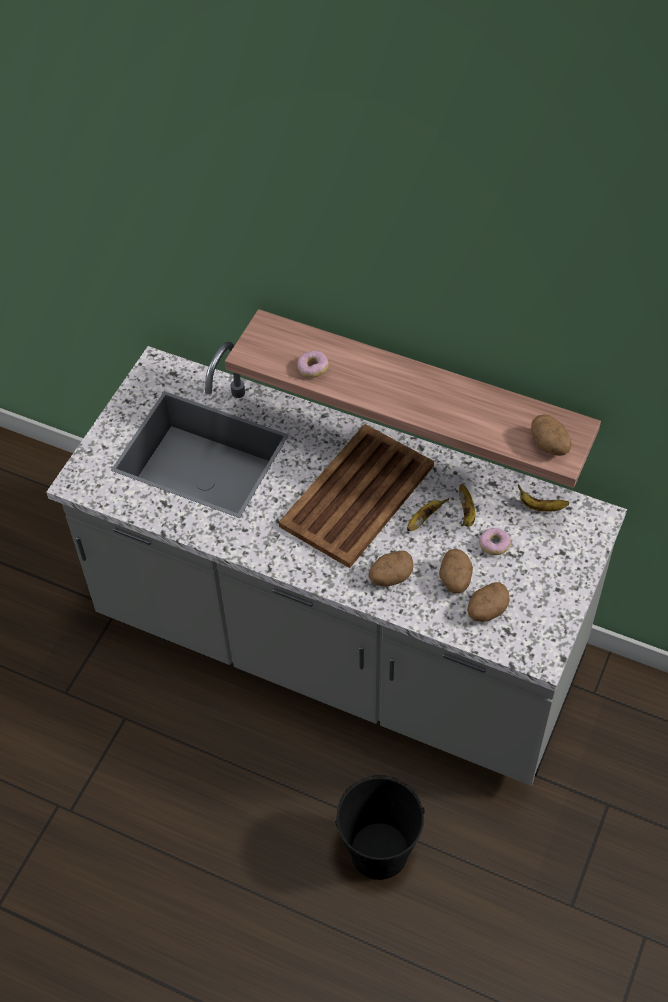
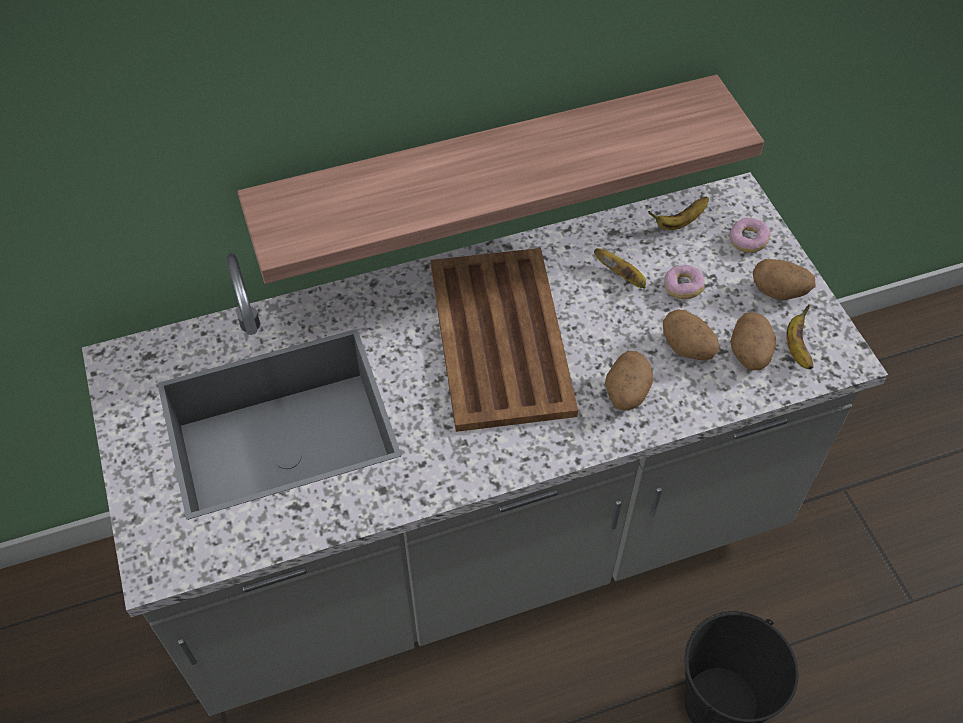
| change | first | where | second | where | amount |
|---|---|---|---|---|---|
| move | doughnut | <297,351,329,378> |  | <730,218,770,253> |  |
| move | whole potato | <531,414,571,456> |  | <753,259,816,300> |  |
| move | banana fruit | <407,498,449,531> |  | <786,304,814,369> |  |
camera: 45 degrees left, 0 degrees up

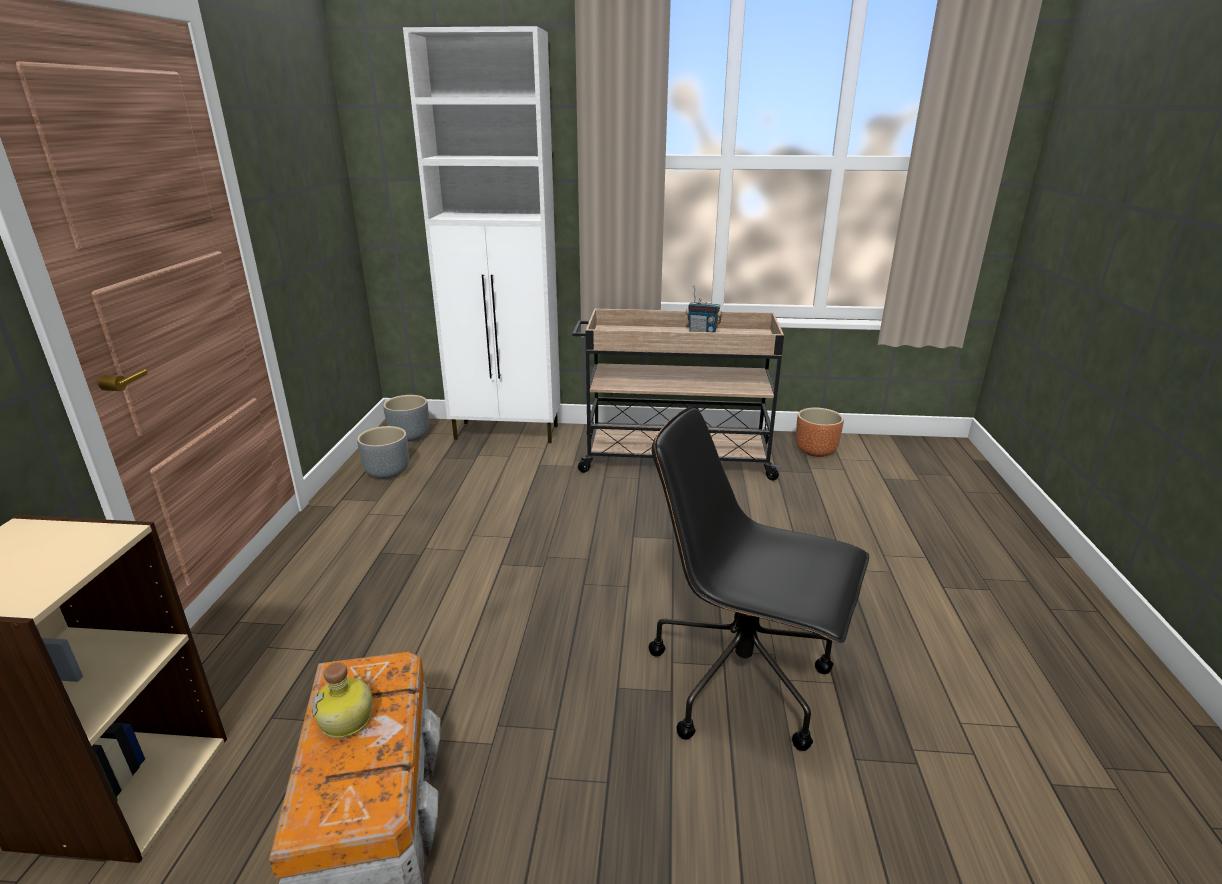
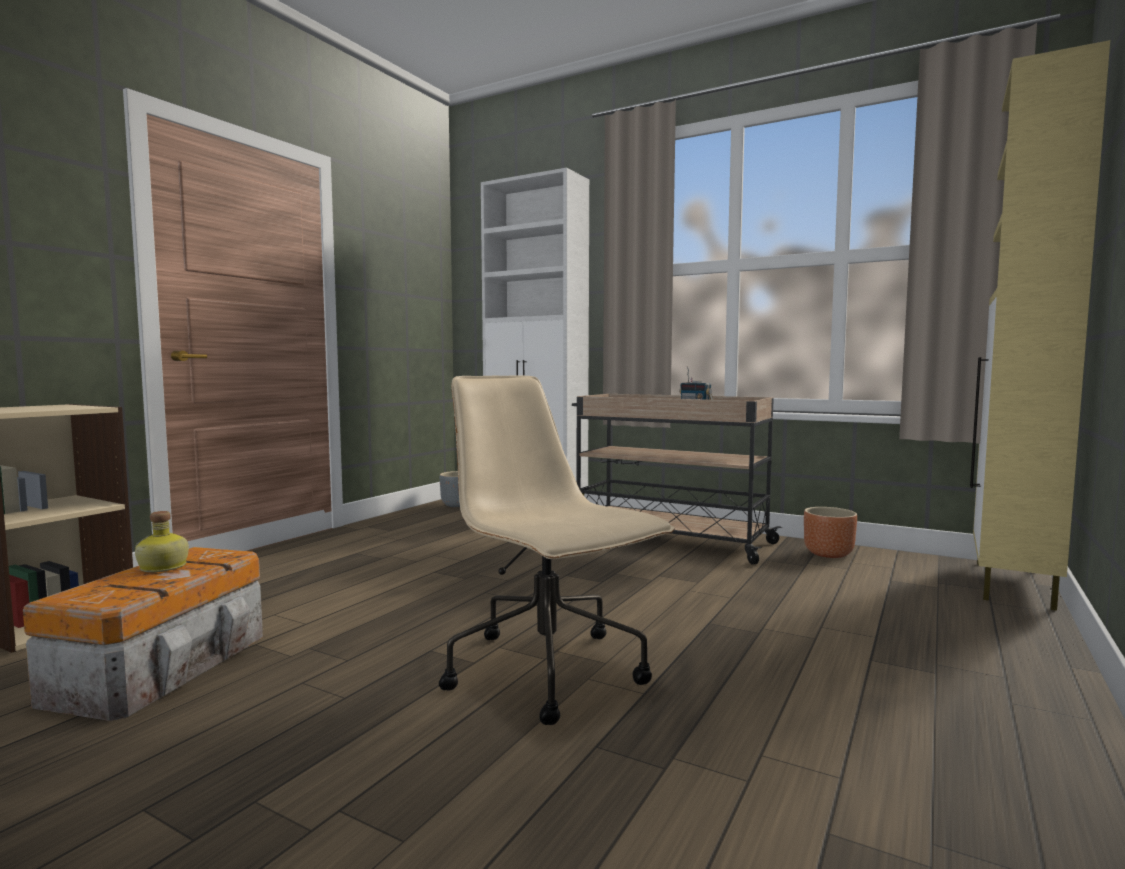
| change | first | where | second | where | amount |
|---|---|---|---|---|---|
| recolor | desk chair/blackish | <649,406,869,751> | desk chair/sand-coloured | <439,376,675,725> |  |
| delete | planter/greyish | <357,426,409,479> |  |  |  |
| insert |  |  | cabinet/sand-coloured | <970,40,1110,611> |  |
camera: 25 degrees right, 20 degrees down

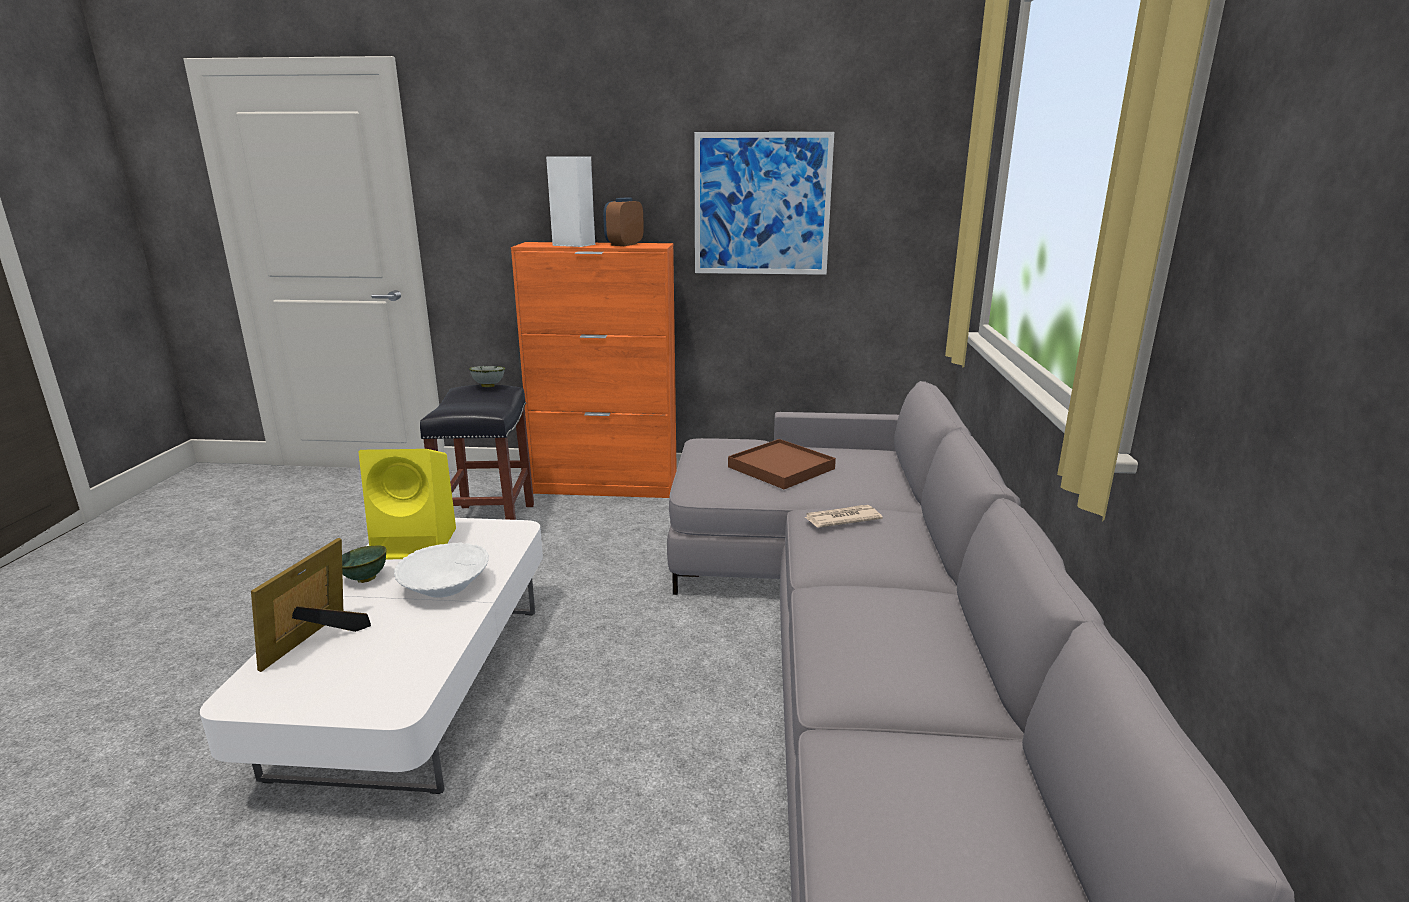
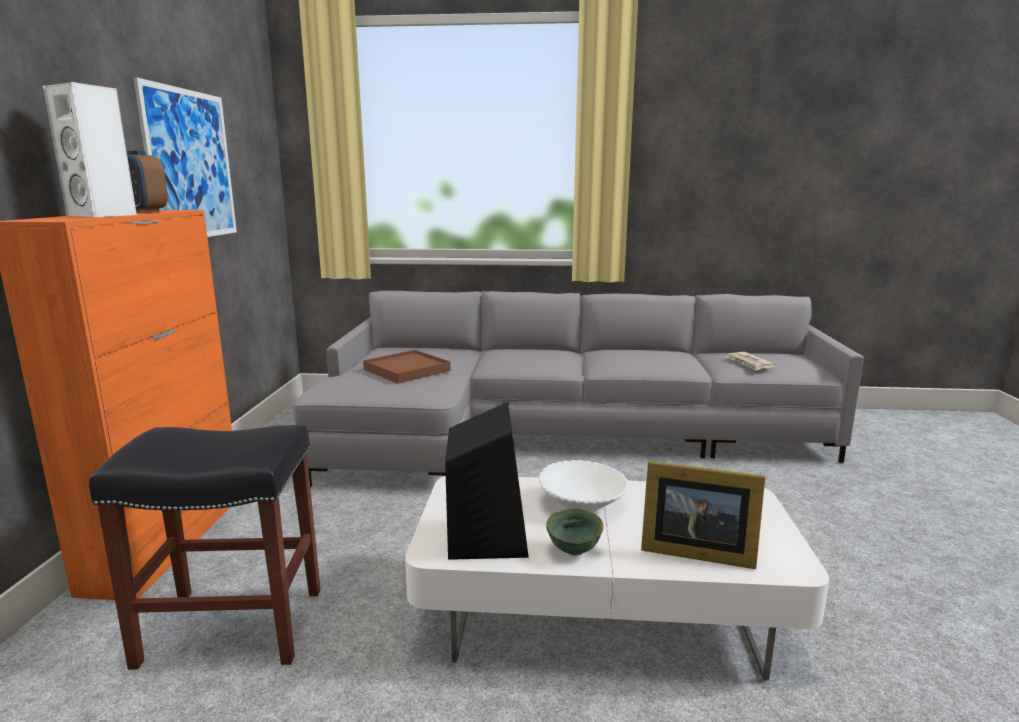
| change | first | where | second | where | amount |
|---|---|---|---|---|---|
| delete | bowl/greyish | <469,366,505,387> |  |  |  |
| recolor | loudspeaker/yellow | <359,449,456,560> | loudspeaker/blackish | <445,402,529,560> |  |
| move | newspaper | <804,505,883,528> |  | <725,352,776,371> |  |
camera: 90 degrees left, 5 degrees down

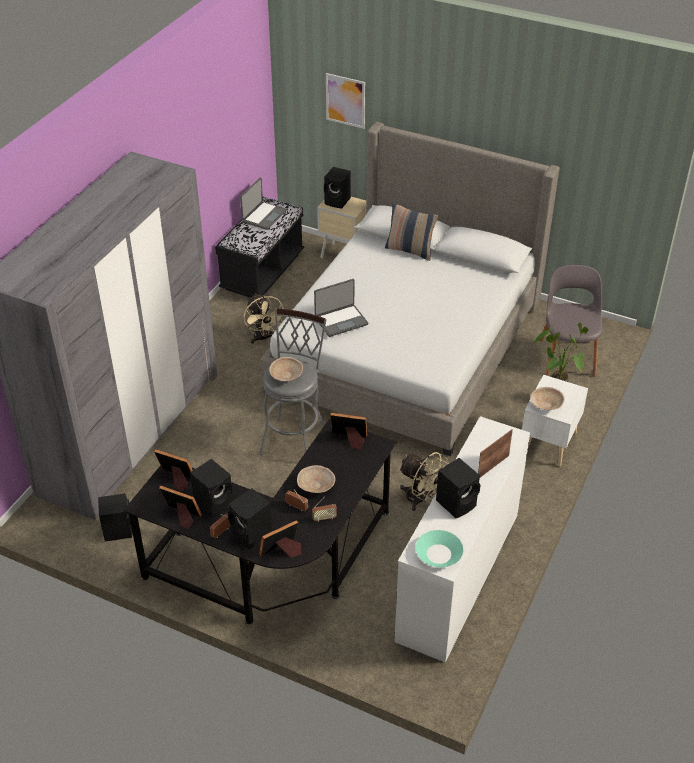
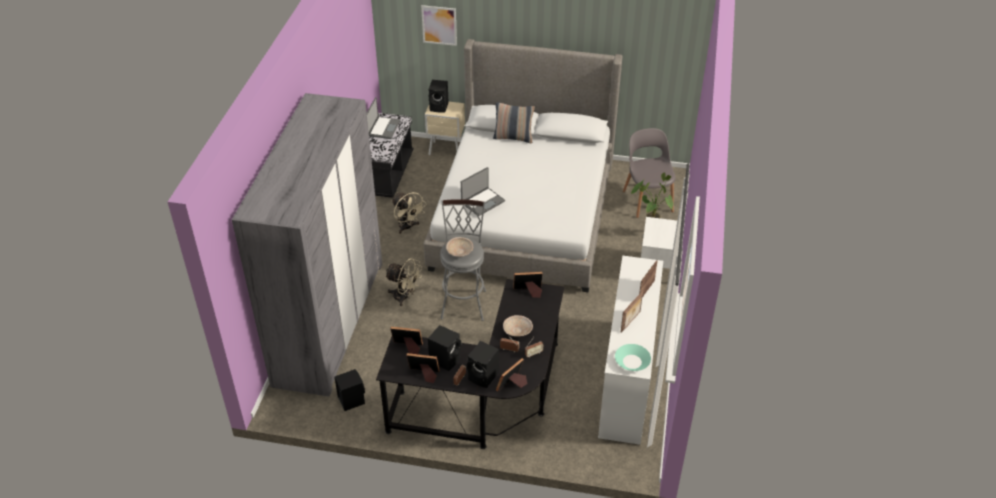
| change | first | where | second | where | amount |
|---|---|---|---|---|---|
| delete | bowl/sand-coloured | <530,387,565,410> |  |  |  |
| move | cooling fan/sand-coloured | <399,452,448,511> |  | <385,258,422,306> |  |
| replace | loudspeaker/blackish | <436,458,481,518> | picture frame | <620,291,643,333> |  |
camera: 15 degrees left, 0 degrees up

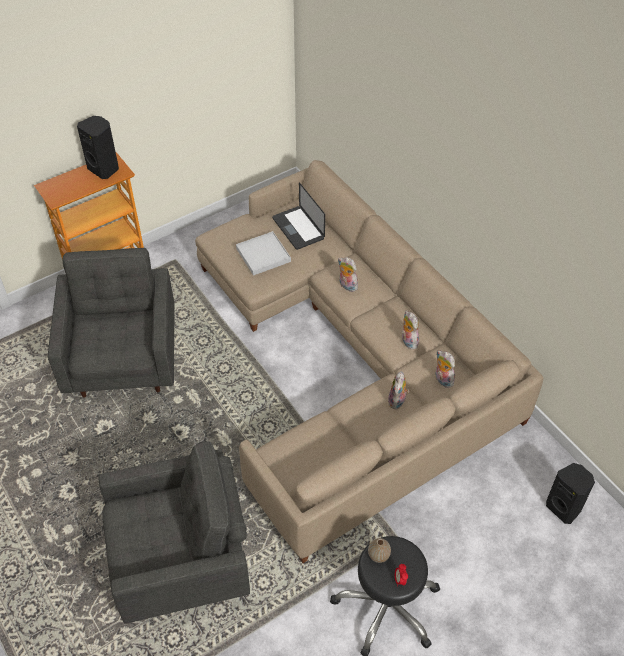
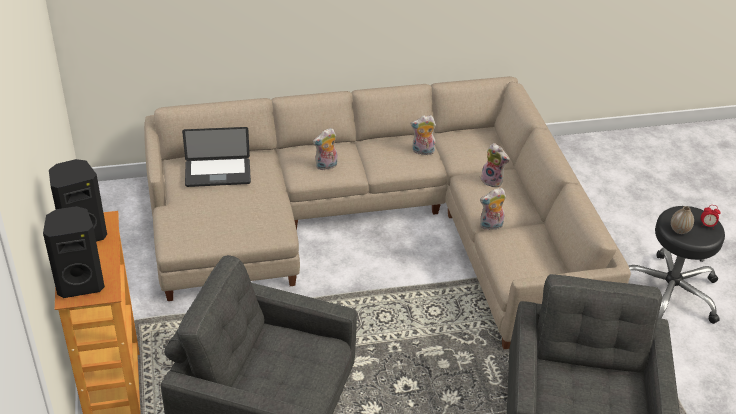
| change | first | where | second | where | amount |
|---|---|---|---|---|---|
| delete | carrying tray/whitish | <236,231,291,276> |  |  |  |
| move | cuddly toy | <435,350,455,388> |  | <480,188,506,230> |  |
| move | loudspeaker/blackish | <546,463,595,524> |  | <43,206,105,298> |  |
camera: 70 degrees left, 10 degrees down

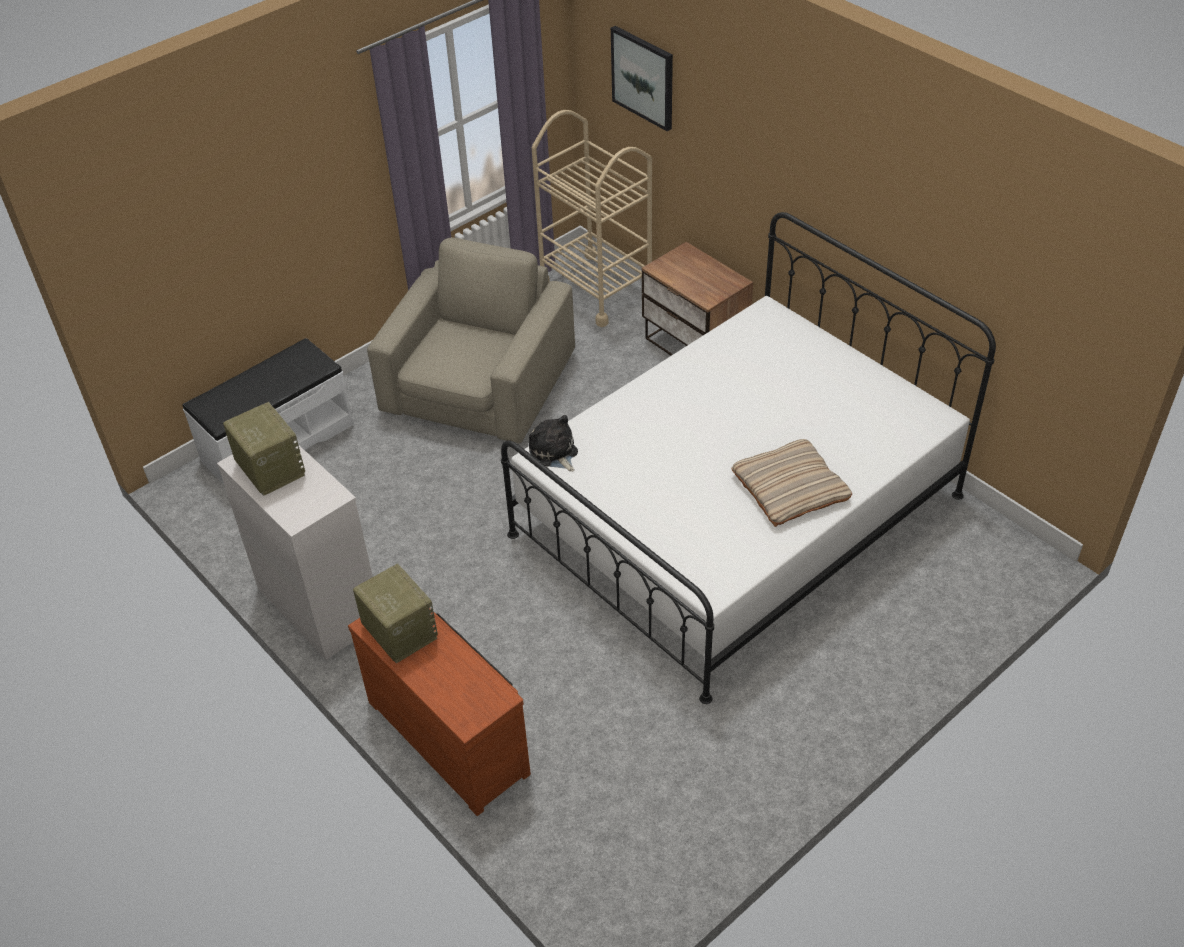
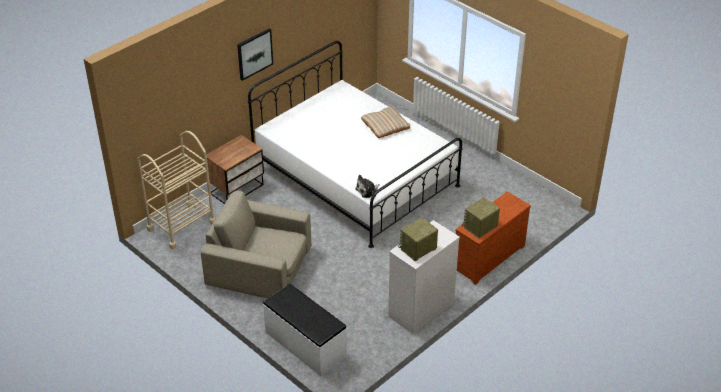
| change | first | where | second | where | amount |
|---|---|---|---|---|---|
| move | wall picture | <611,26,673,131> |  | <237,29,273,81> |  |
camera: 95 degrees left, 5 degrees down

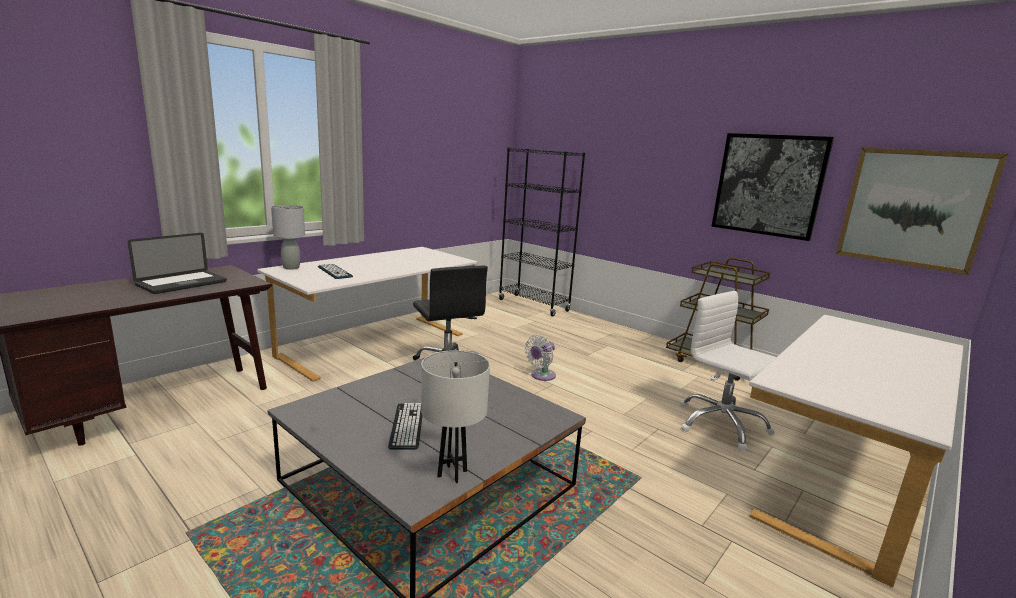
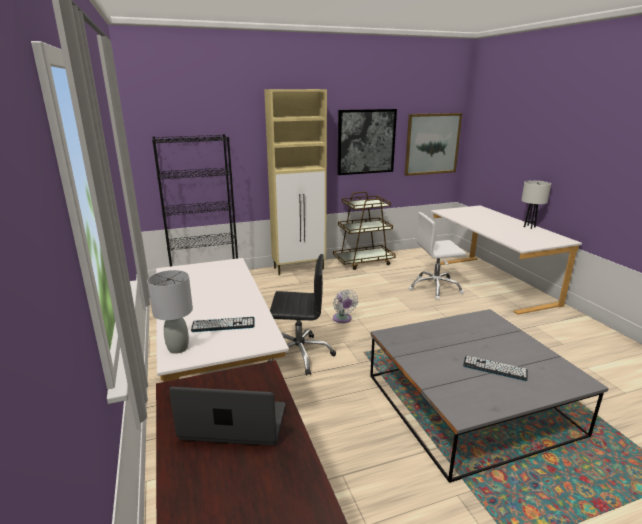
| change | first | where | second | where | amount |
|---|---|---|---|---|---|
| rotate | laptop | <128,233,227,294> |  | <169,387,285,446> | 60 degrees counterclockwise |
| move | tabletop lamp/whitish | <421,350,490,483> |  | <521,180,551,229> |  |
| insert |  |  | cabinet/sand-coloured | <264,89,327,275> |  |
camera: 60 degrees left, 5 degrees up

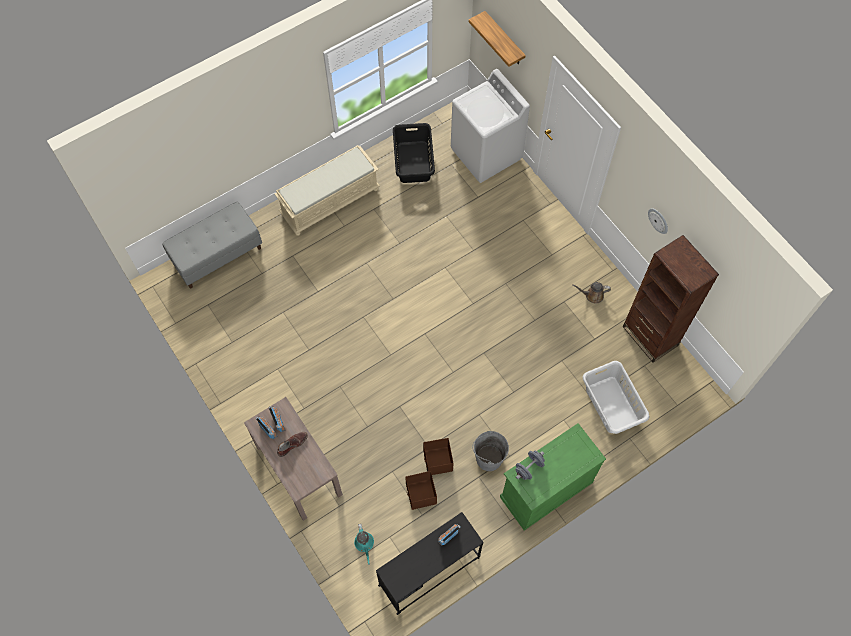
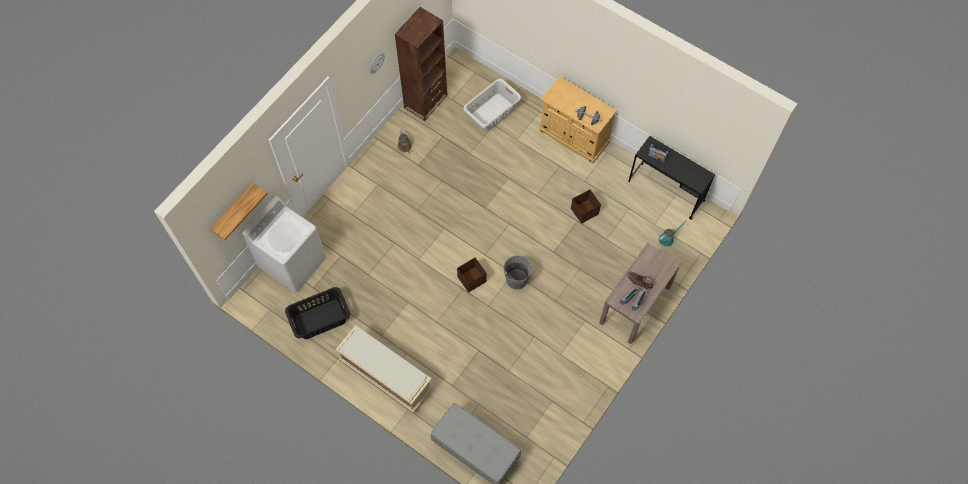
| change | first | where | second | where | amount |
|---|---|---|---|---|---|
| recolor | cabinet/greenish | <500,423,606,530> | cabinet/sand-coloured | <539,77,617,164> |  |
| move | water bucket/greyish | <472,431,509,471> |  | <504,255,532,290> |  |
| move | storage bin/brownish | <405,471,437,510> |  | <457,257,487,293> |  |
camera: 110 degrees left, 0 degrees up

